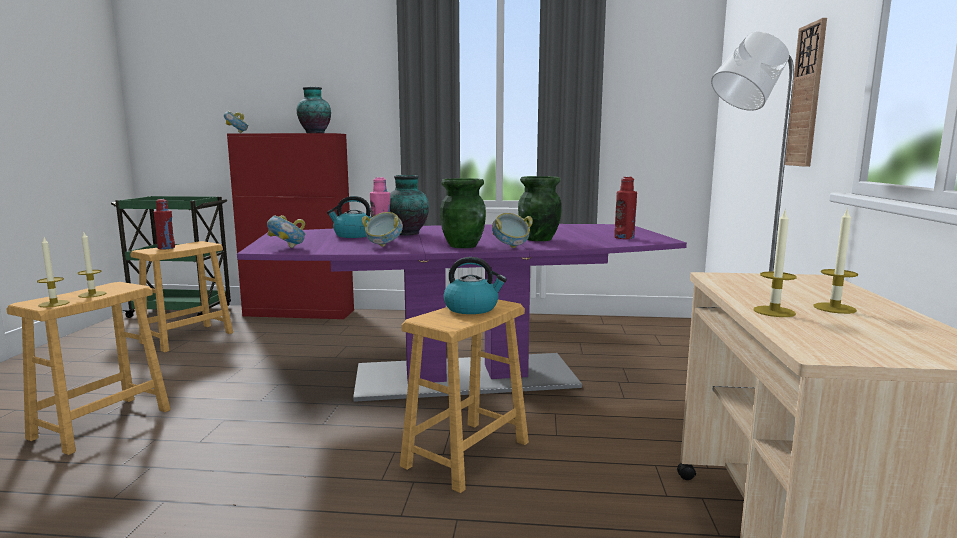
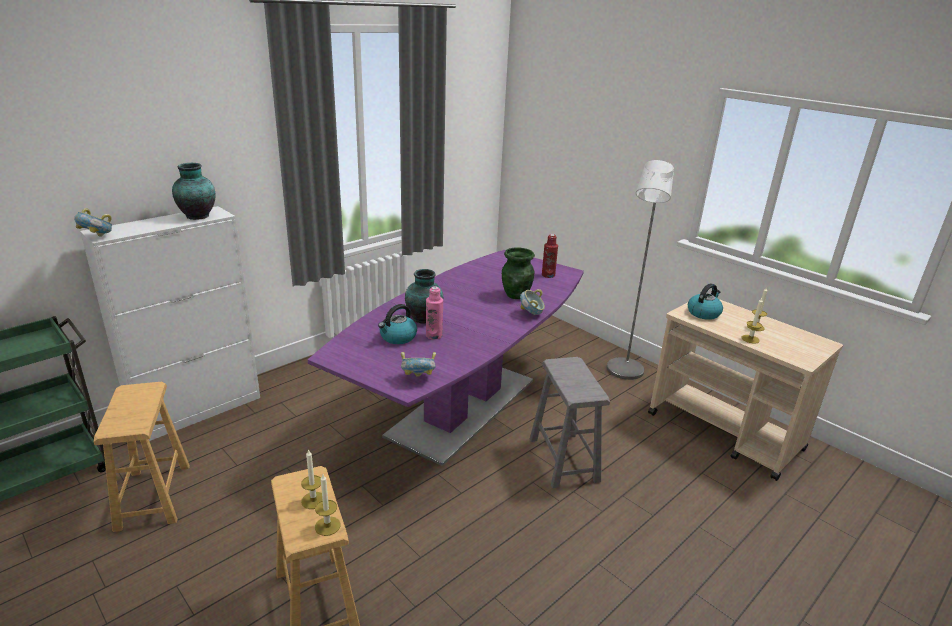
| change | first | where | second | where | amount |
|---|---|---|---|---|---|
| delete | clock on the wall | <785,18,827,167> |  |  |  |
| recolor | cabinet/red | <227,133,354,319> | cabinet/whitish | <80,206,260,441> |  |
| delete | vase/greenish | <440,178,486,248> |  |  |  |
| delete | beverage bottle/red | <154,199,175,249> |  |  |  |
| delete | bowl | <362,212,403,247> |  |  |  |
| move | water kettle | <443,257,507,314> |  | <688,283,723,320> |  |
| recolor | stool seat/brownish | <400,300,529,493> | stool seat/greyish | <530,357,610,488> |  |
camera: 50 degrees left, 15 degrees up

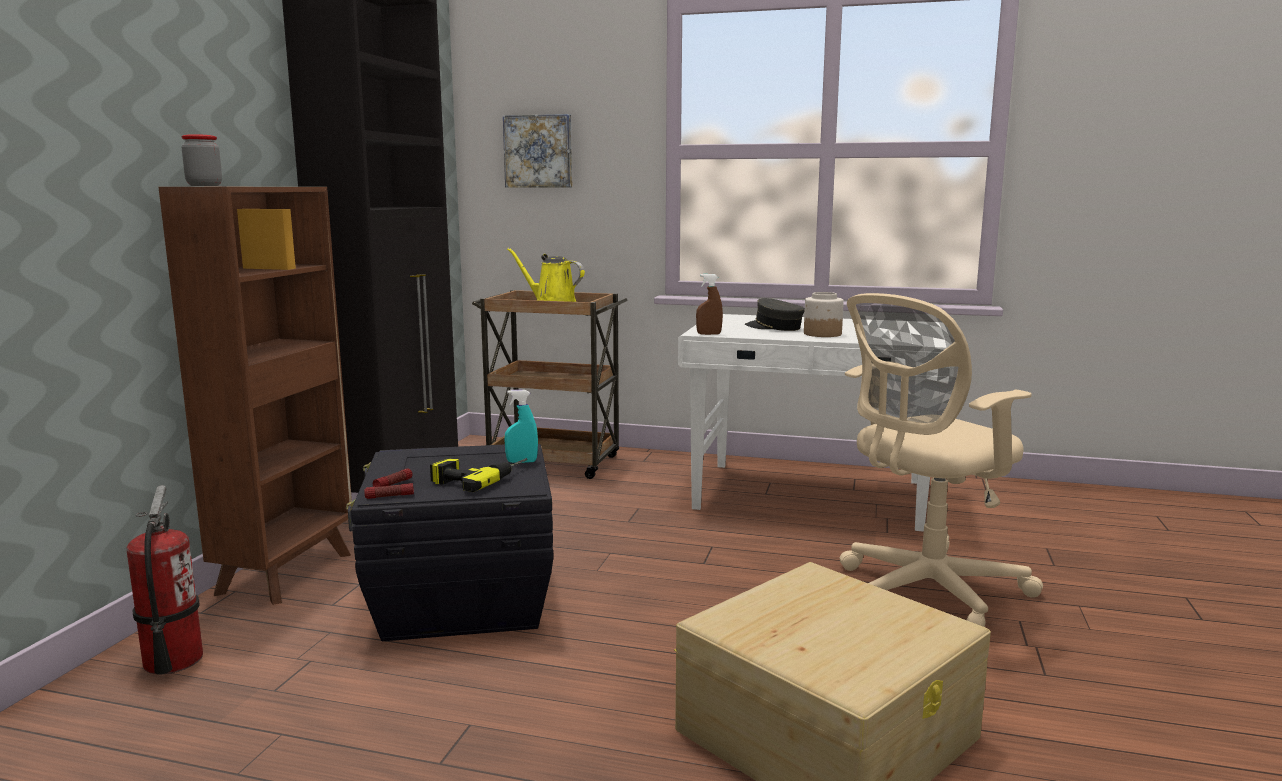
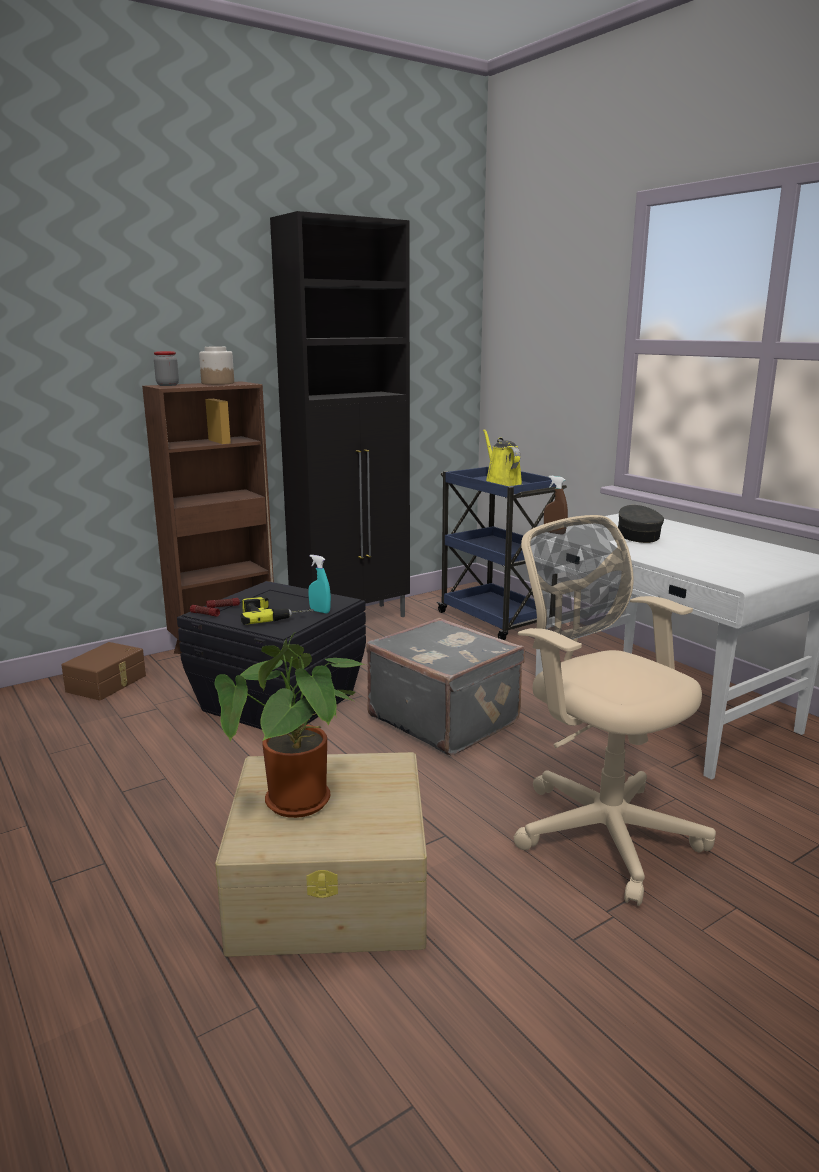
| change | first | where | second | where | amount |
|---|---|---|---|---|---|
| delete | wall picture | <503,114,572,187> |  |  |  |
| recolor | wheeled cart/brownish | <472,290,628,479> | wheeled cart/bluish | <436,467,567,640> |  |
| move | preserve jar | <804,292,844,337> |  | <199,346,234,385> |  |
| rotate | desk chair/sand-coloured | <839,293,1043,627> |  | <514,515,716,906> | 45 degrees clockwise |
| replace | fire-fighting cylinder | <126,485,203,675> | storage bin/brownish | <62,642,146,700> |  |
| insert |  |  | suitcase/greyish | <366,618,525,755> |  |
| insert |  |  | potted plant | <214,632,364,818> |  |
camera: 40 degrees right, 5 degrees up

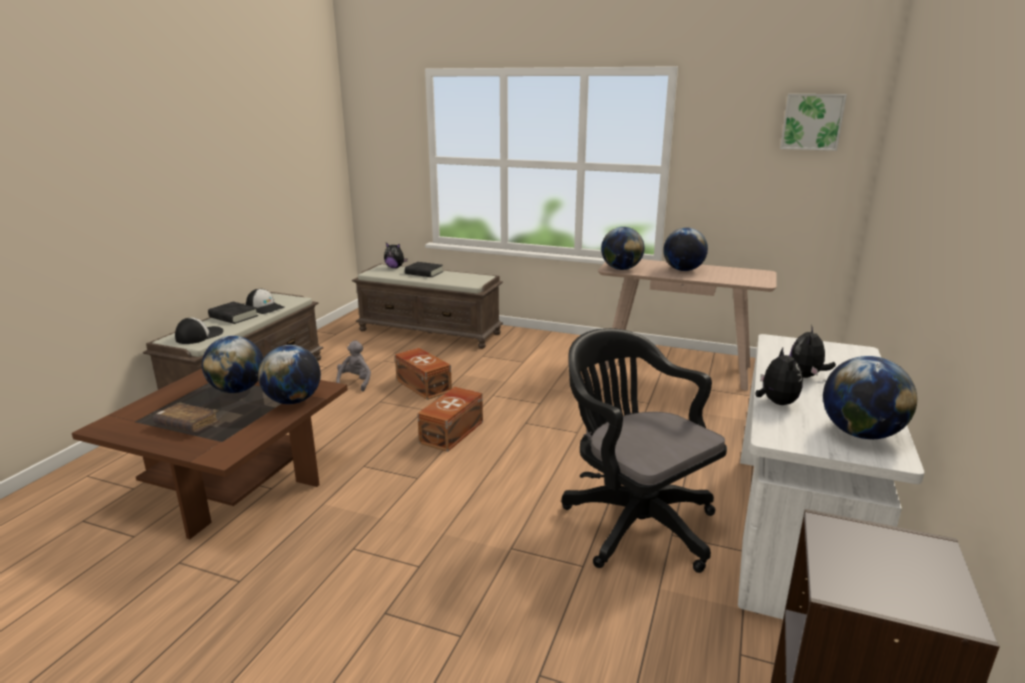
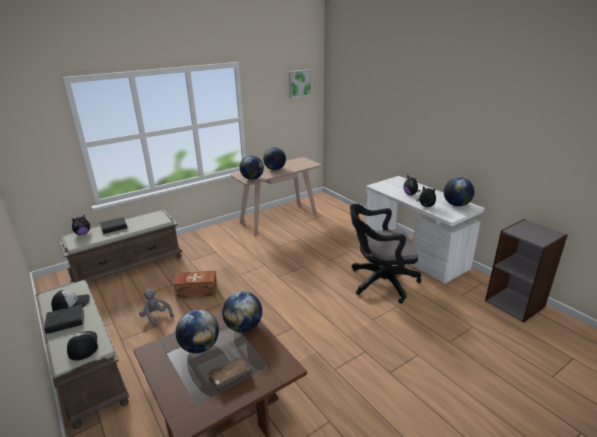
| change | first | where | second | where | amount |
|---|---|---|---|---|---|
| delete | storage bin/brownish | <417,387,483,452> |  |  |  |
camera: 55 degrees left, 5 degrees up

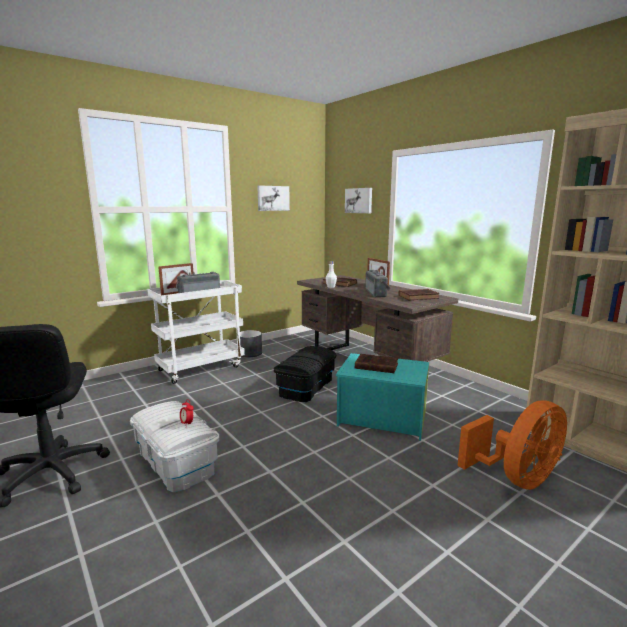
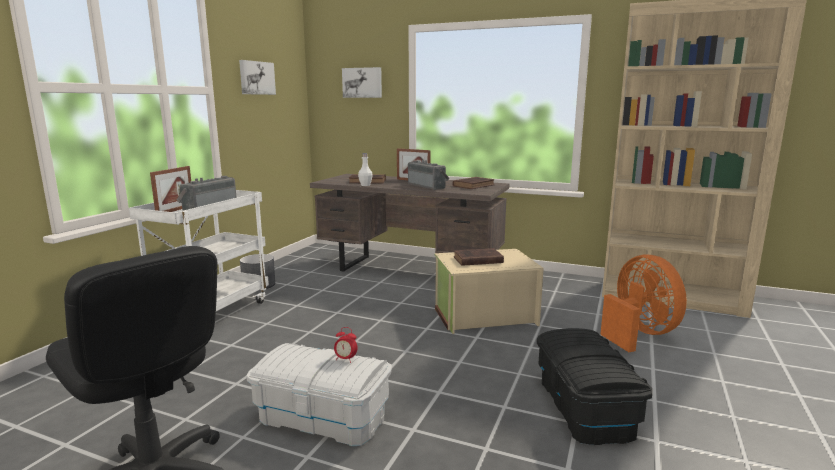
| change | first | where | second | where | amount |
|---|---|---|---|---|---|
| move | storage bin/blackish | <274,346,336,402> |  | <537,328,653,445> |  |
| recolor | storage bin/blue-green | <336,353,429,441> | storage bin/sand-coloured | <435,249,544,334> |  |
| rotate | cooling fan/orangey | <457,401,567,490> |  | <600,255,687,352> | 45 degrees counterclockwise |
camera: 30 degrees left, 0 degrees up

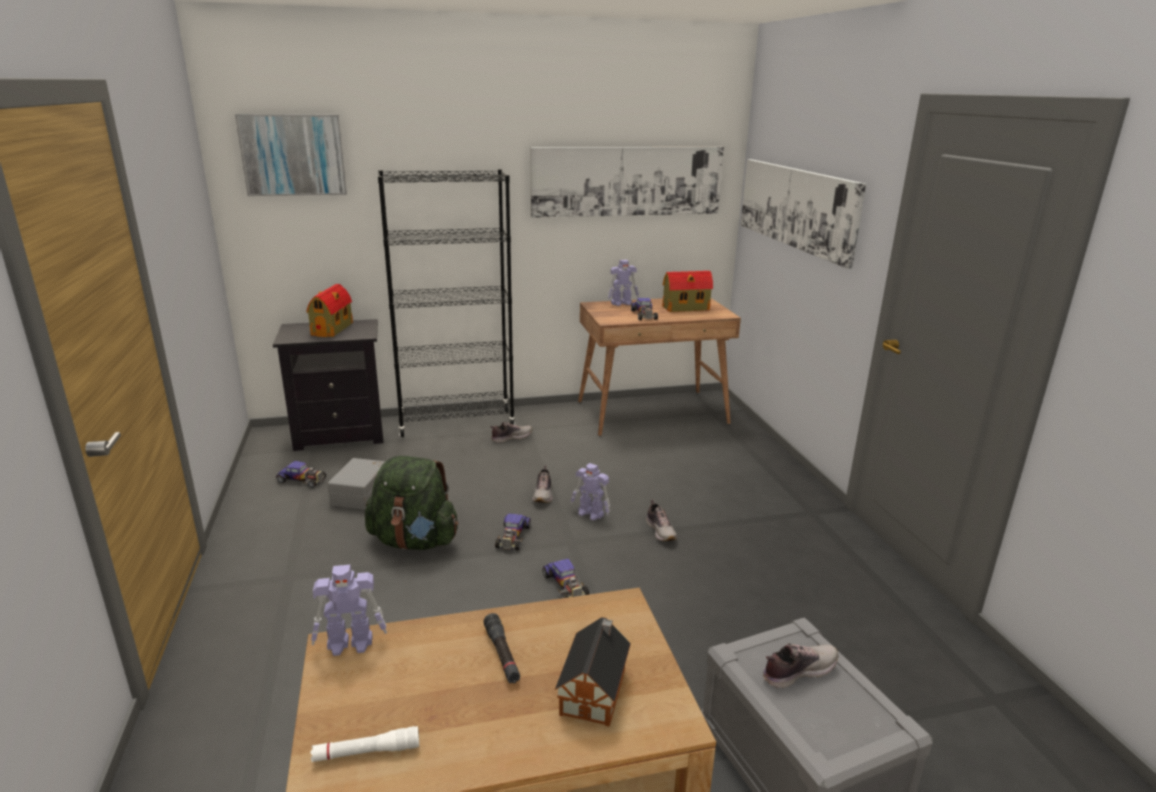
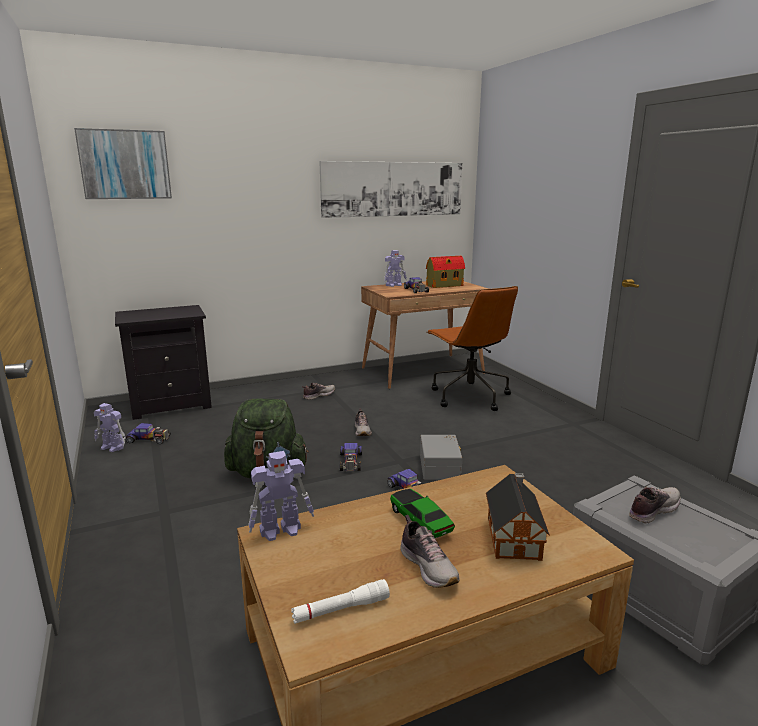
| change | first | where | second | where | amount |
|---|---|---|---|---|---|
| delete | wall picture | <741,159,866,269> |  |  |  |
| delete | bookcase/blackish | <378,169,515,437> |  |  |  |
| delete | miniature house | <306,284,353,337> |  |  |  |
| move | storage bin/greyish | <327,458,386,510> |  | <420,435,462,480> |  |
| move | toy robot | <571,463,610,520> |  | <94,403,126,452> |  |
| move | low shoe | <646,499,677,541> |  | <400,515,460,588> |  |
| replace | hand torch/blackish | <484,613,521,683> | model car | <390,489,455,538> |  |
| insert |  |  | desk chair/brownish | <427,286,518,411> |  |
camera: 10 degrees left, 5 degrees down

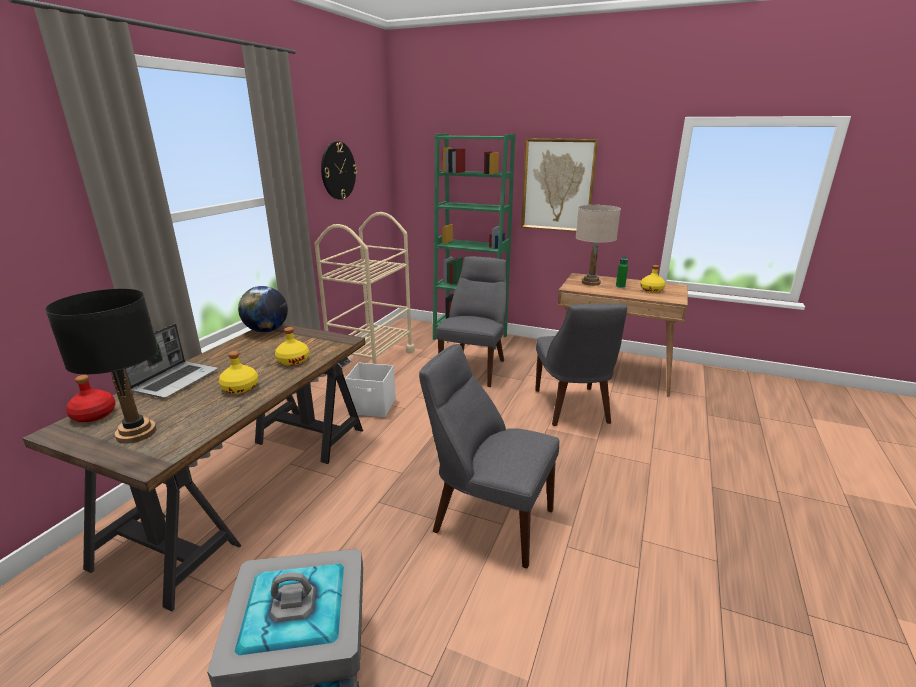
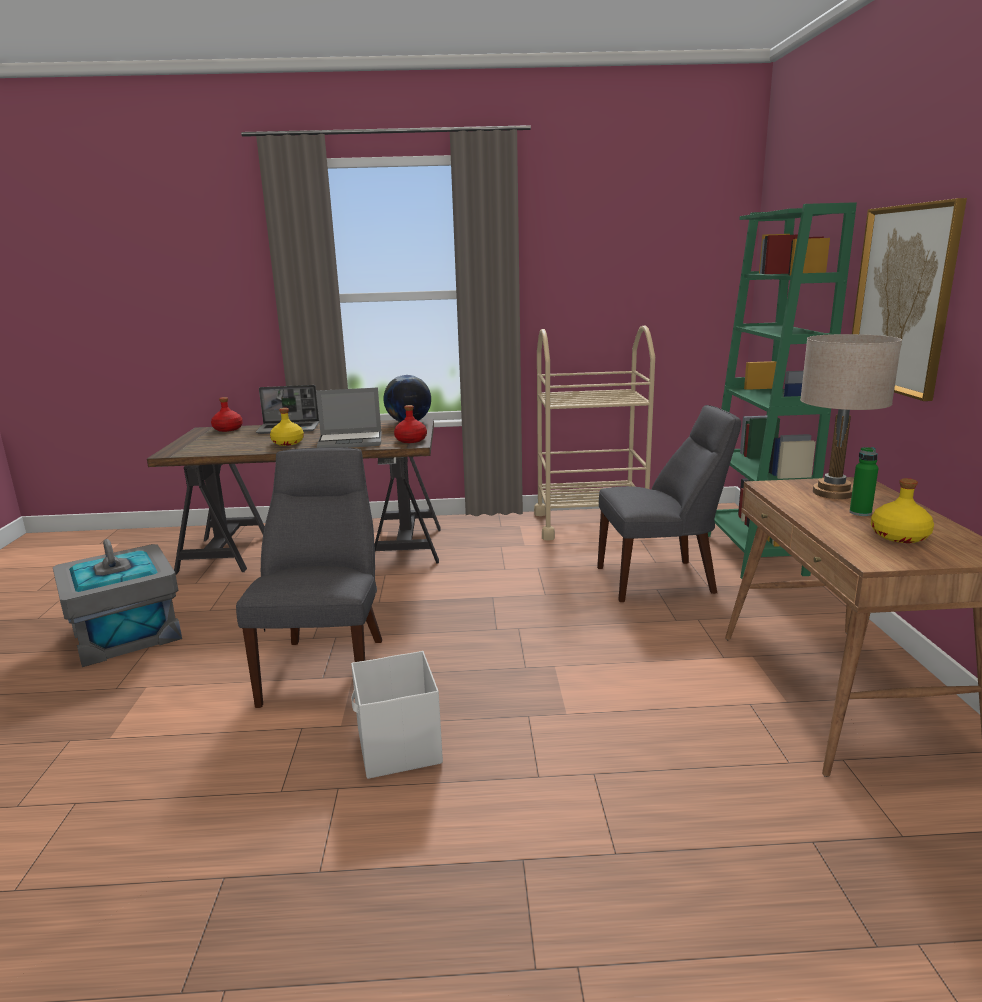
| change | first | where | second | where | amount |
|---|---|---|---|---|---|
| delete | clock on the wall | <321,141,357,200> |  |  |  |
| delete | tabletop lamp/blackish | <45,289,158,444> |  |  |  |
| delete | plain chair/greyish | <535,303,627,426> |  |  |  |
| replace | beverage bottle/yellow | <275,327,309,366> | laptop | <316,387,381,448> |  |
| move | storage bin/whitish | <345,362,396,417> |  | <351,651,443,779> |  |
| insert |  |  | beverage bottle/red | <394,405,427,443> |  |
camera: 65 degrees right, 5 degrees down

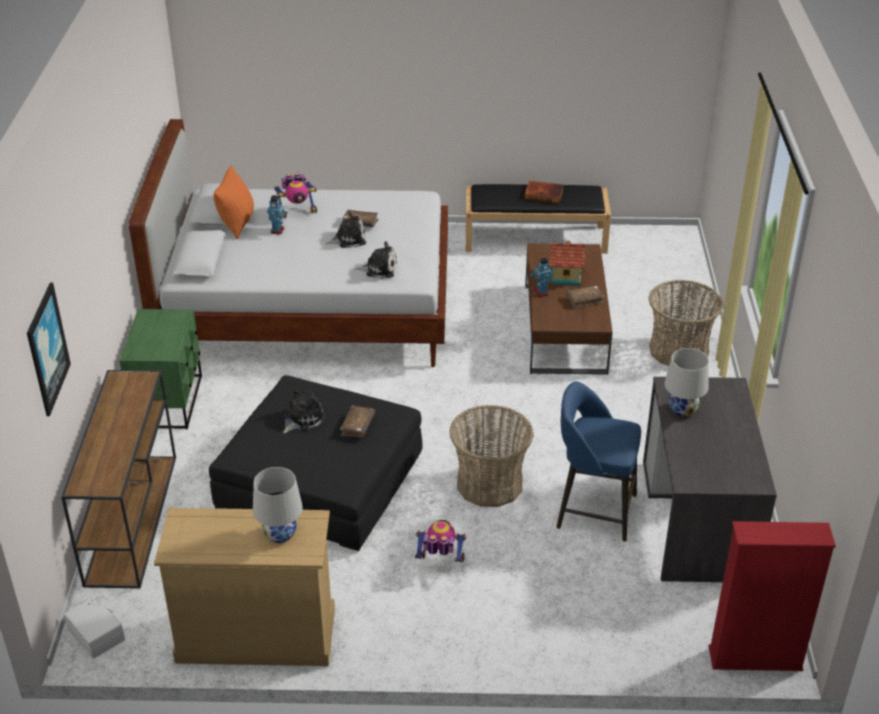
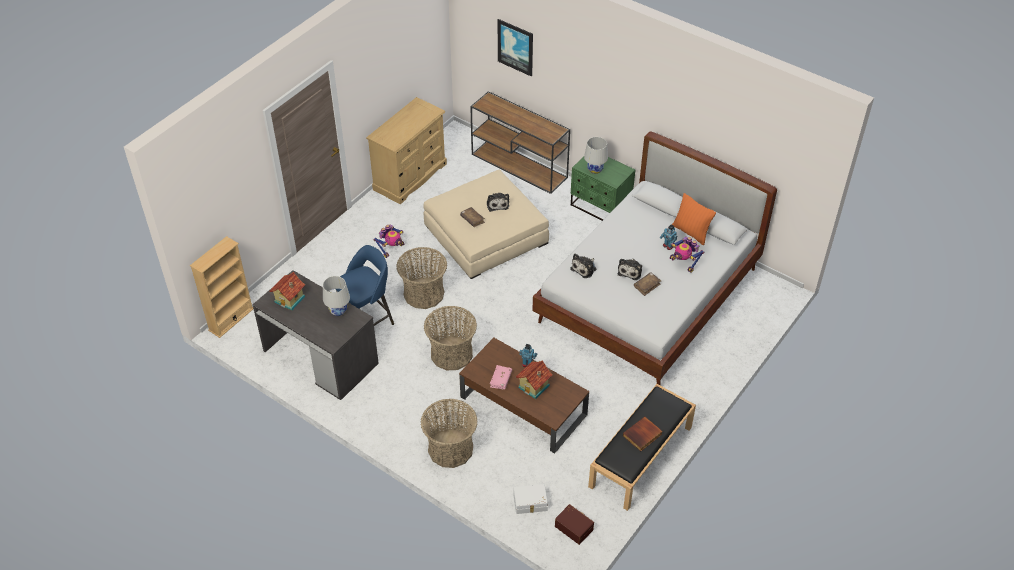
| change | first | where | second | where | amount |
|---|---|---|---|---|---|
| rotate | toy robot | <274,173,317,219> |  | <670,237,704,273> | 60 degrees counterclockwise |
| recolor | bound book/brownish | <566,285,605,309> | bound book/pinkish | <490,365,512,389> |  |
| recolor | pouffe/blackish | <209,375,422,551> | pouffe/sand-coloured | <424,170,549,279> |  |
| move | tabletop lamp/whitish | <253,467,303,543> |  | <584,137,608,174> |  |
| recolor | bookcase/red | <709,521,836,671> | bookcase/sand-coloured | <190,236,253,338> |  |
| move | storage bin/whitish | <64,596,125,659> |  | <514,484,548,514> |  |
| insert |  |  | miniature house | <269,272,305,311> |  |
| insert |  |  | basket | <424,306,477,370> |  |
| insert |  |  | storage bin/brownish | <555,504,594,545> |  |
camera: 125 degrees right, 10 degrees up

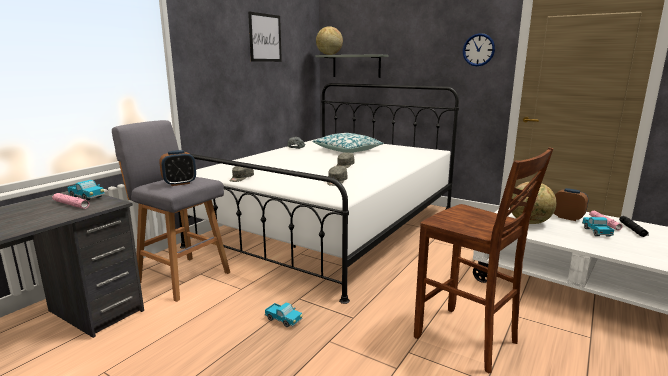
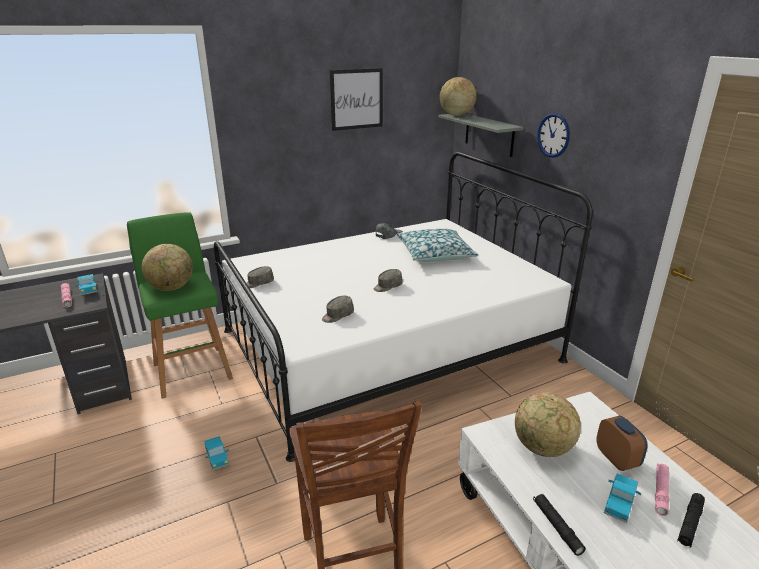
| change | first | where | second | where | amount |
|---|---|---|---|---|---|
| move | clock on the wall | <463,33,495,66> |  | <537,113,570,157> |  |
| recolor | stool seat/greyish | <112,120,230,302> | stool seat/greenish | <127,212,233,399> |  |
| replace | bedside clock | <159,150,196,186> | desk globe | <142,244,193,291> |  |
| insert |  |  | hand torch/blackish | <533,494,586,556> |  |
camera: 30 degrees right, 10 degrees up

